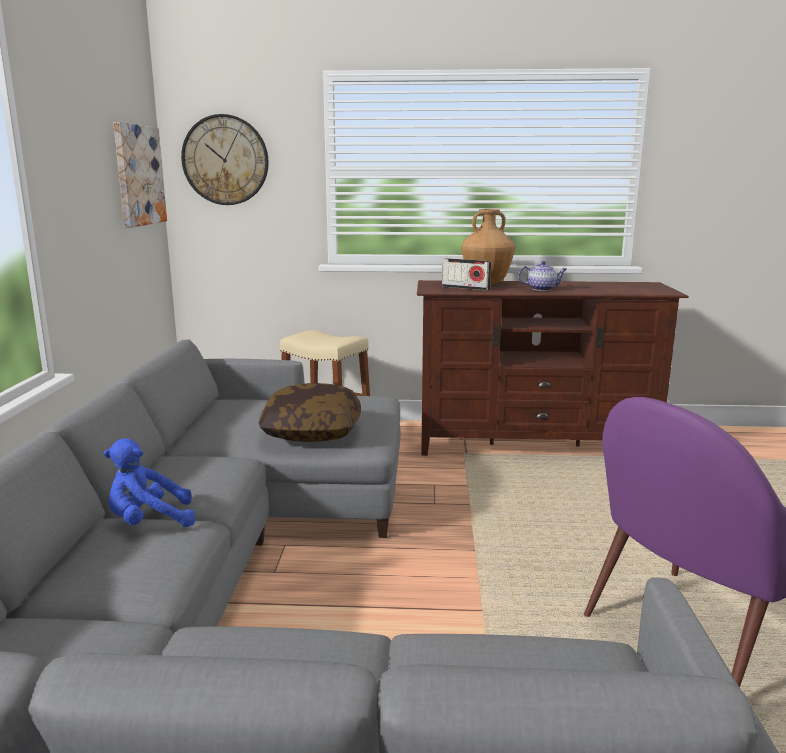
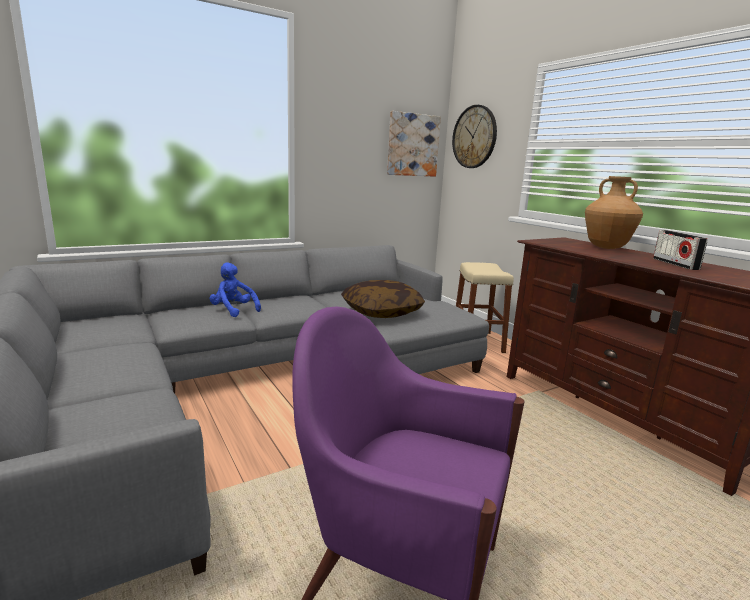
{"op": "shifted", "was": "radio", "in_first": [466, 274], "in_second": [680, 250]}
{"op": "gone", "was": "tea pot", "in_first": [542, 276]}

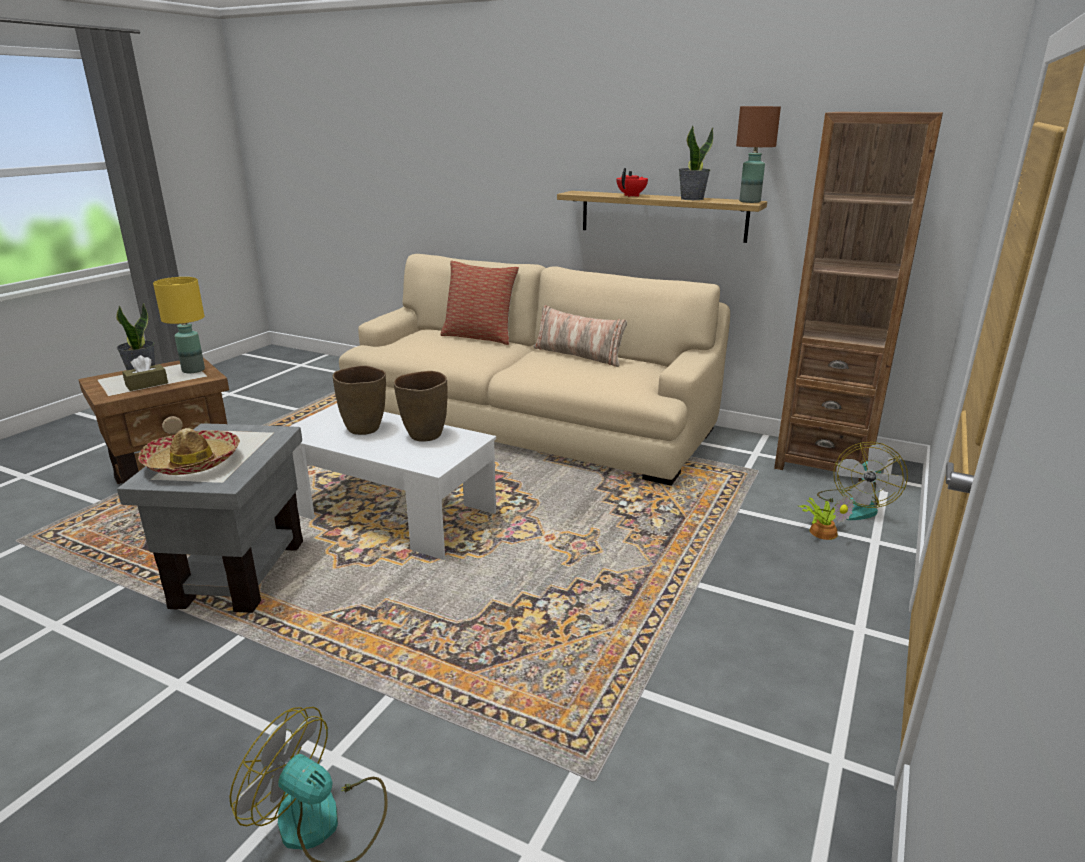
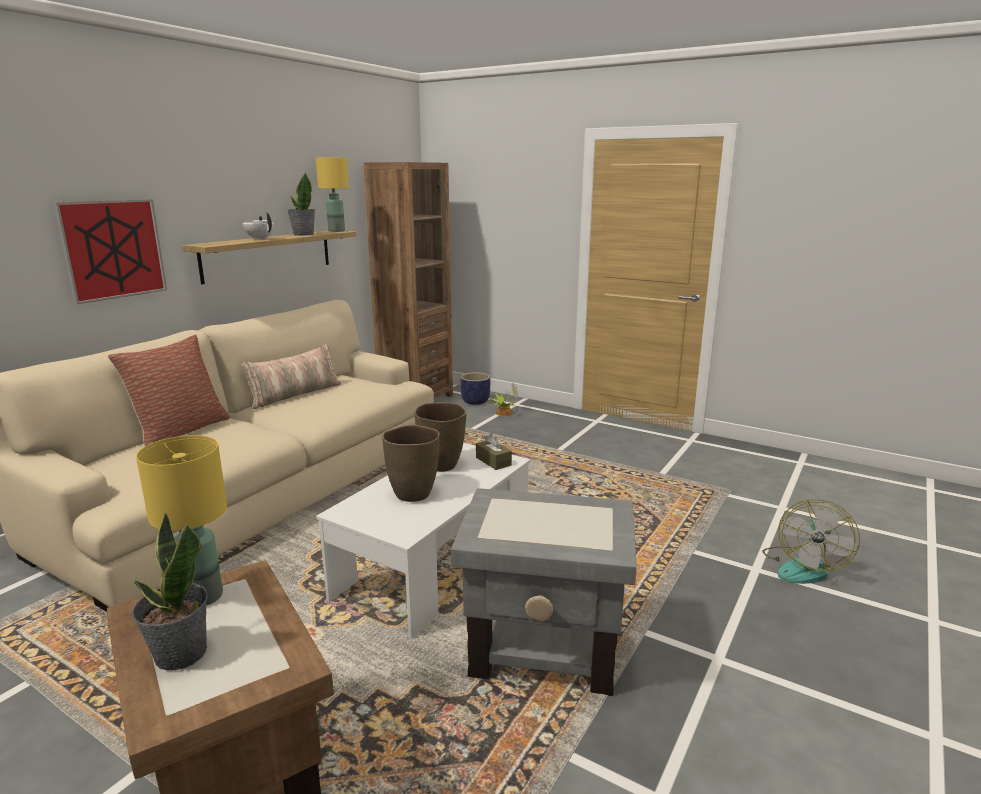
{"op": "shifted", "was": "brown-coloured box of tissues", "in_first": [145, 373], "in_second": [494, 451]}
{"op": "gone", "was": "clothing hat", "in_first": [189, 451]}
{"op": "repainted", "was": "red tea pot", "now": "white-coloured tea pot", "in_first": [632, 182], "in_second": [258, 226]}
{"op": "repainted", "was": "brown-coloured tabletop lamp", "now": "yellow tabletop lamp", "in_first": [758, 154], "in_second": [332, 195]}
{"op": "swapped", "was": "fan", "now": "plant pot", "in_first": [862, 481], "in_second": [475, 388]}
{"op": "new", "now": "picture", "in_second": [110, 251]}

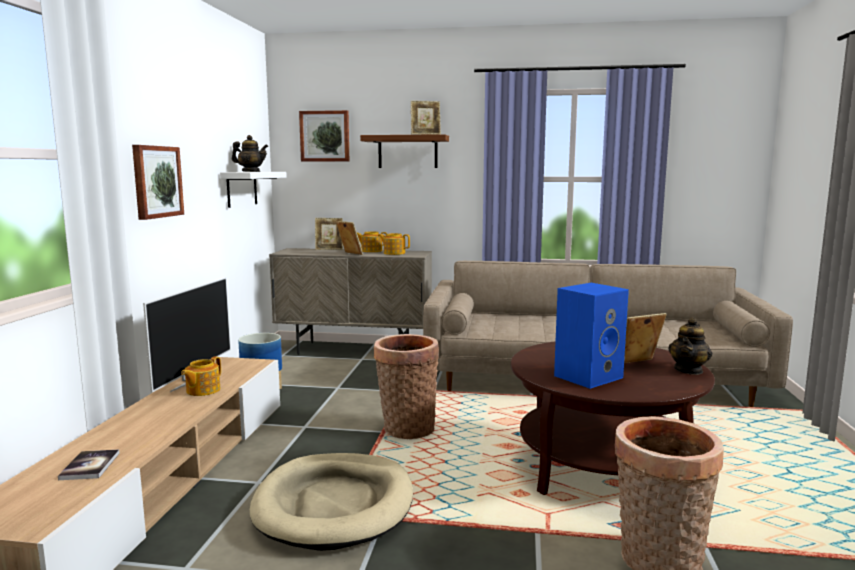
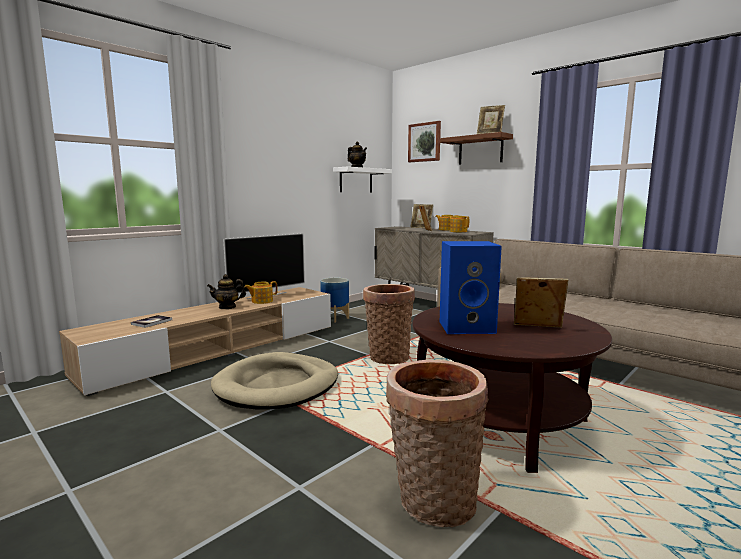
{"op": "gone", "was": "picture", "in_first": [158, 182]}
{"op": "shifted", "was": "tea pot", "in_first": [690, 346], "in_second": [226, 291]}

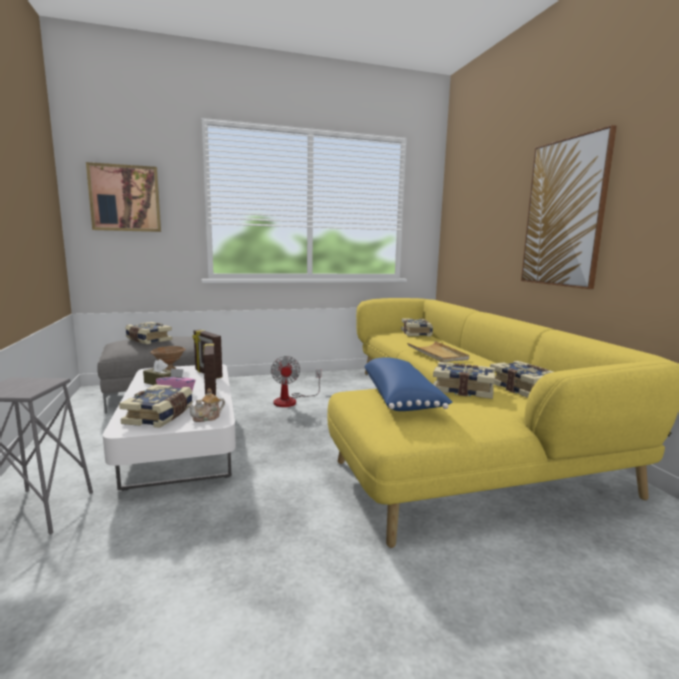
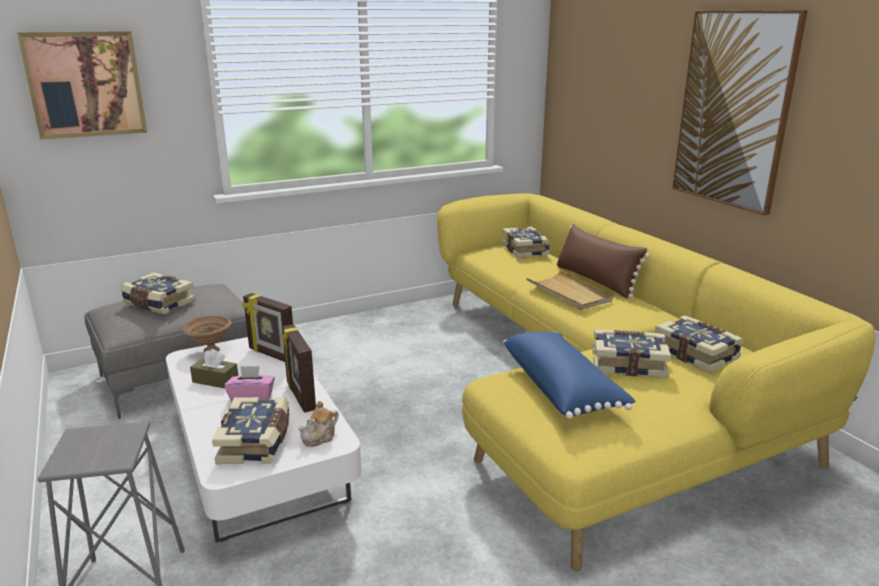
{"op": "gone", "was": "fan", "in_first": [296, 381]}
{"op": "new", "now": "brown-coloured cushion", "in_second": [603, 261]}

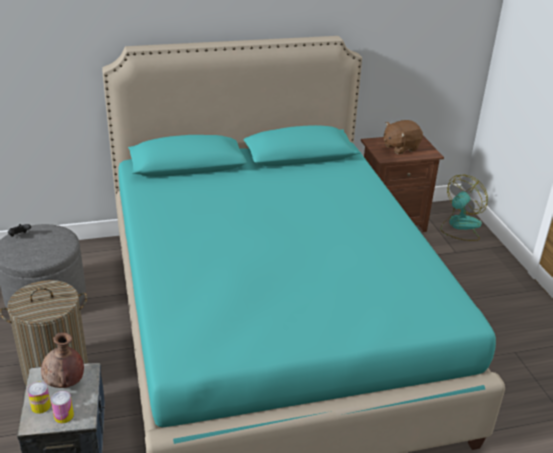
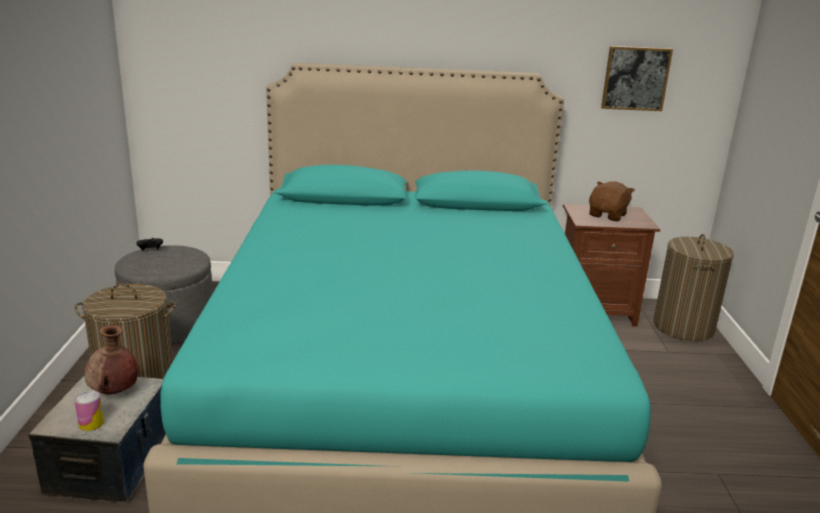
{"op": "gone", "was": "sealed can", "in_first": [39, 398]}
{"op": "rotated", "was": "brown-coloured plush toy", "in_first": [403, 137], "in_second": [612, 201], "clockwise": 135}
{"op": "swapped", "was": "fan", "now": "washing basket", "in_first": [464, 208], "in_second": [694, 287]}
{"op": "new", "now": "picture", "in_second": [637, 78]}

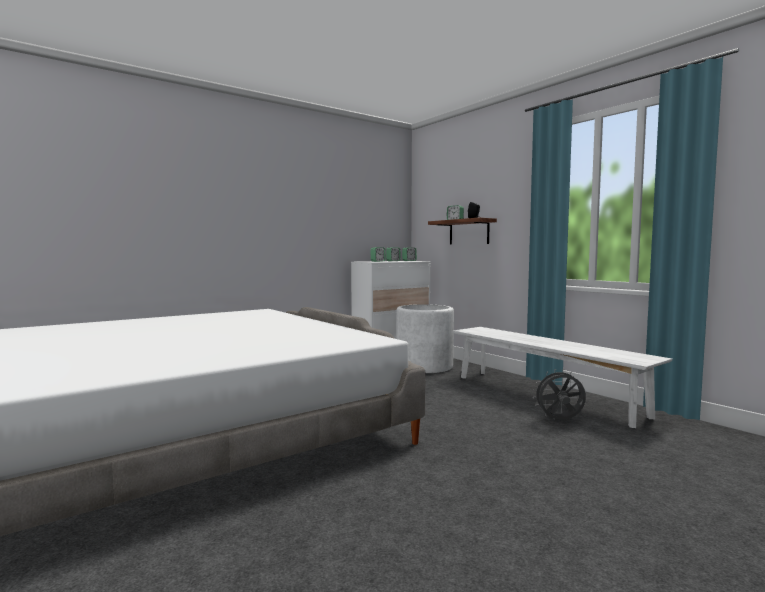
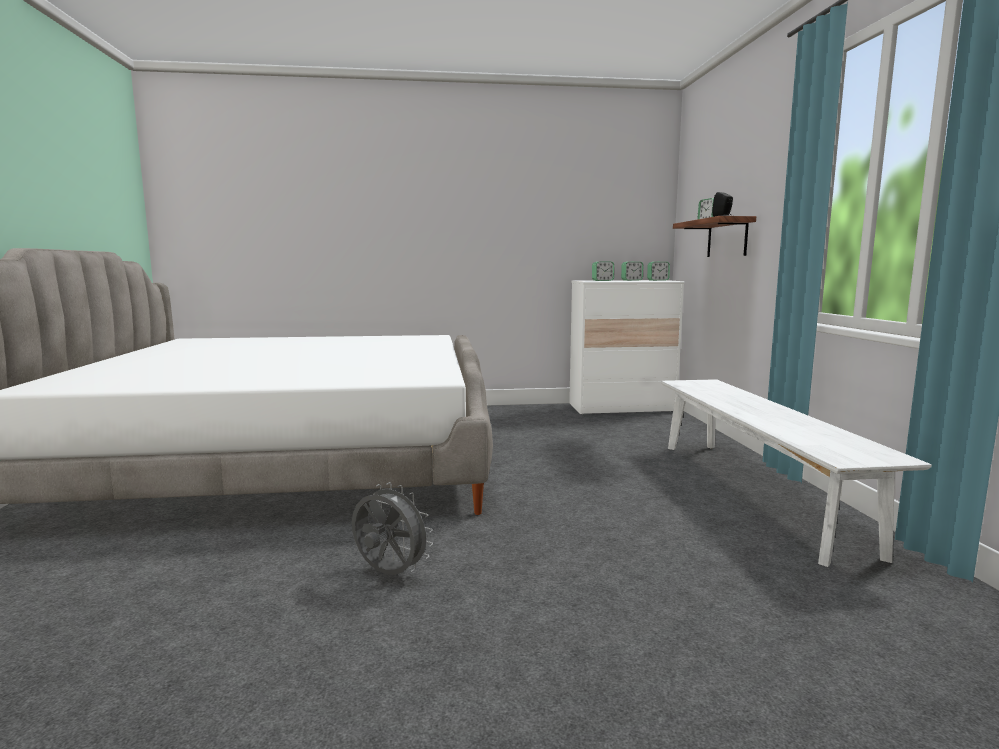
{"op": "gone", "was": "white-coloured plant pot", "in_first": [425, 338]}
{"op": "shifted", "was": "grey fan", "in_first": [559, 394], "in_second": [392, 528]}

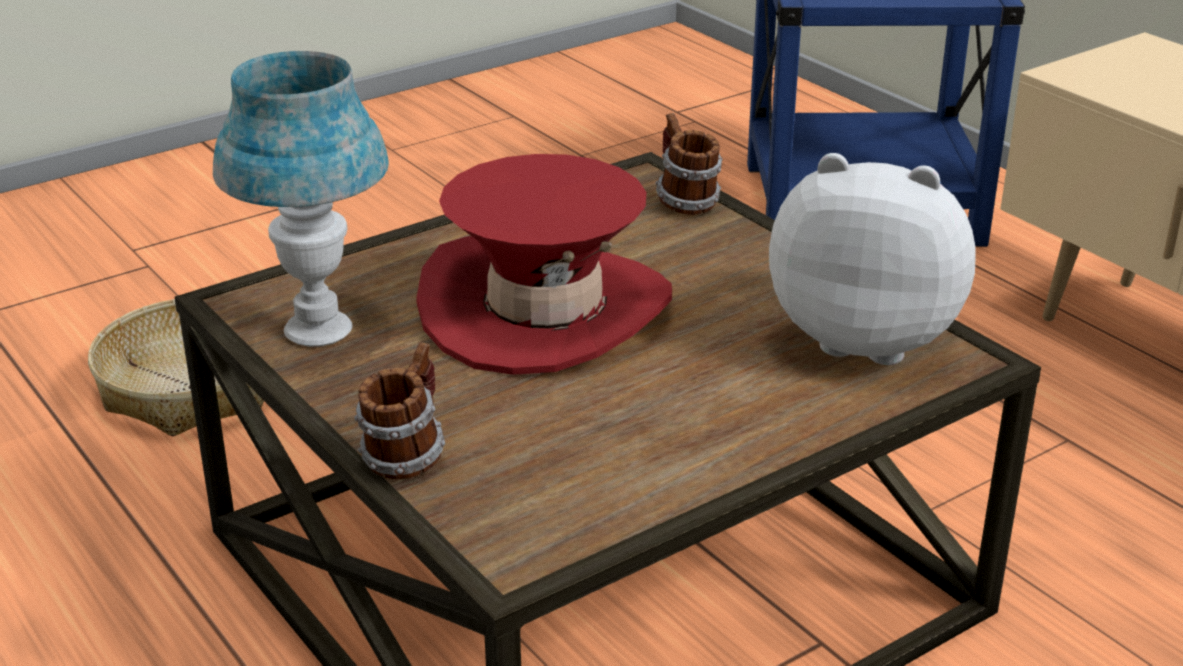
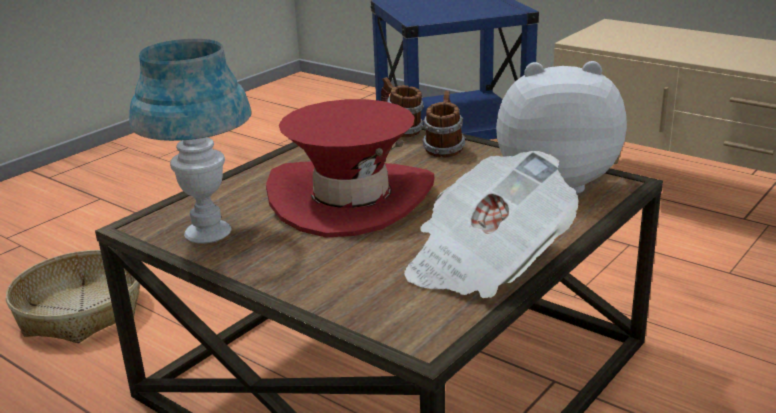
{"op": "shifted", "was": "coffee mug", "in_first": [399, 411], "in_second": [444, 124]}
{"op": "new", "now": "printed paper", "in_second": [491, 224]}

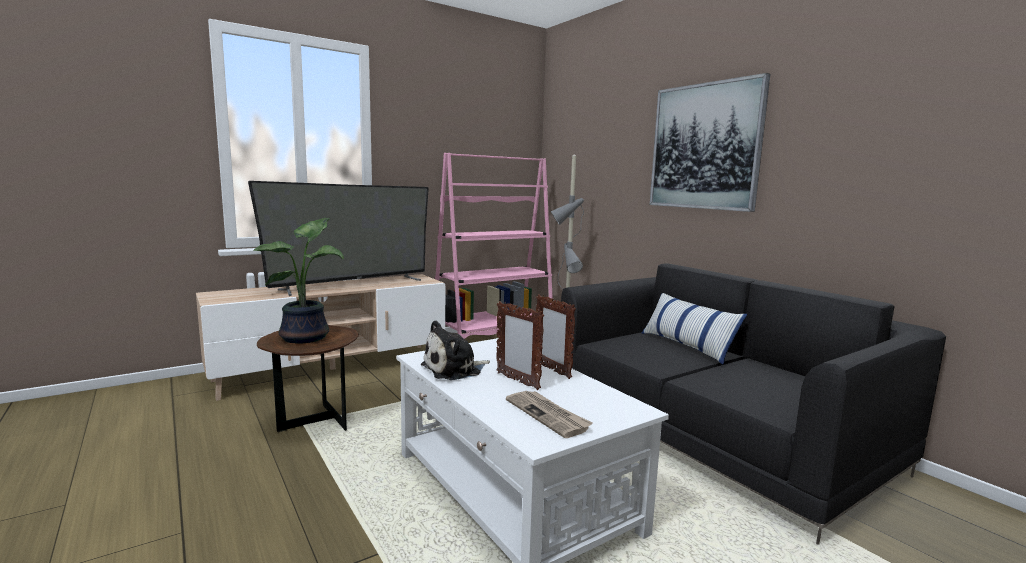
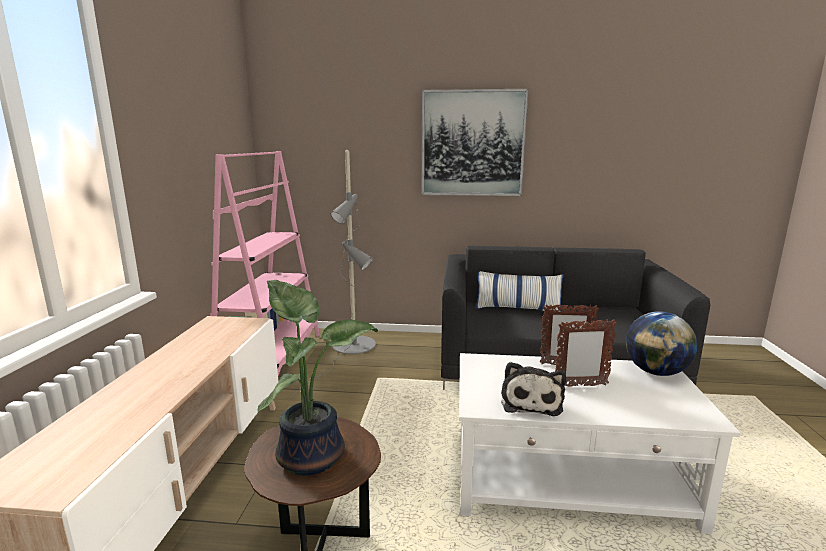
{"op": "gone", "was": "TV", "in_first": [338, 238]}
{"op": "gone", "was": "printed paper", "in_first": [549, 414]}
{"op": "new", "now": "world globe", "in_second": [662, 343]}

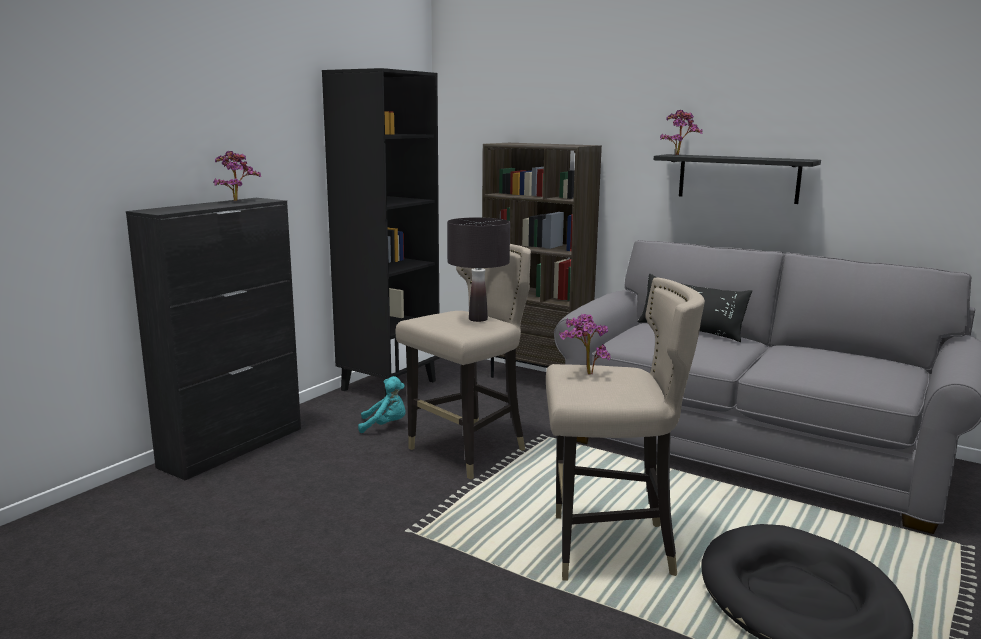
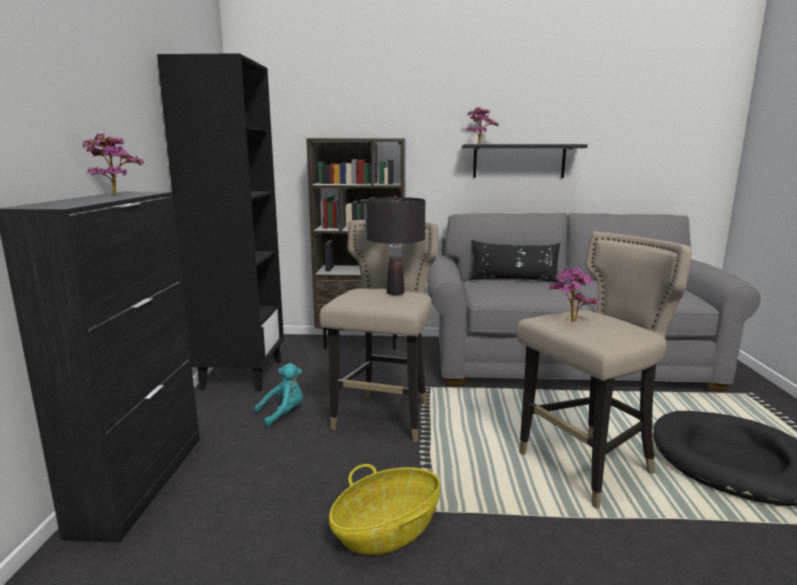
{"op": "new", "now": "household basket", "in_second": [384, 509]}

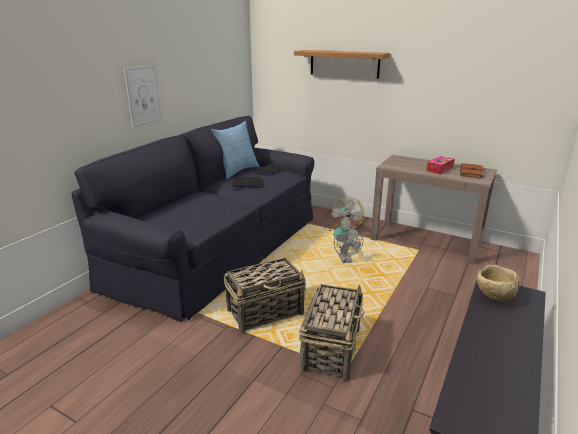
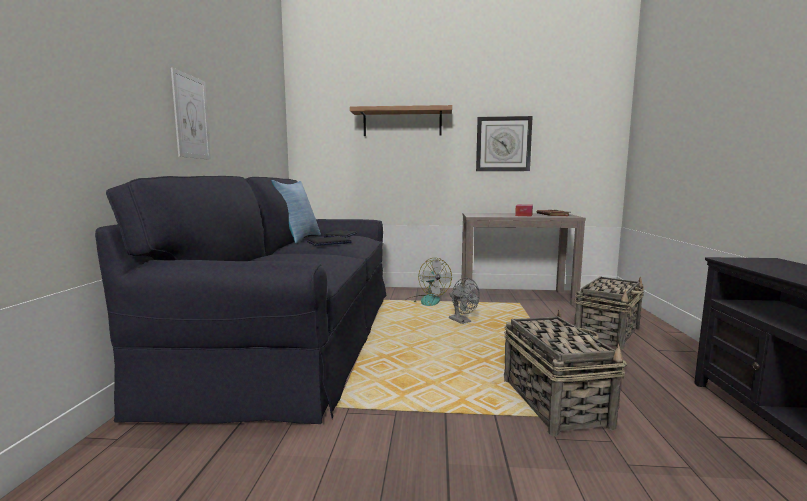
{"op": "shifted", "was": "household basket", "in_first": [264, 295], "in_second": [609, 313]}
{"op": "gone", "was": "beige-coloured bowl", "in_first": [498, 283]}
{"op": "new", "now": "wall clock", "in_second": [504, 143]}

